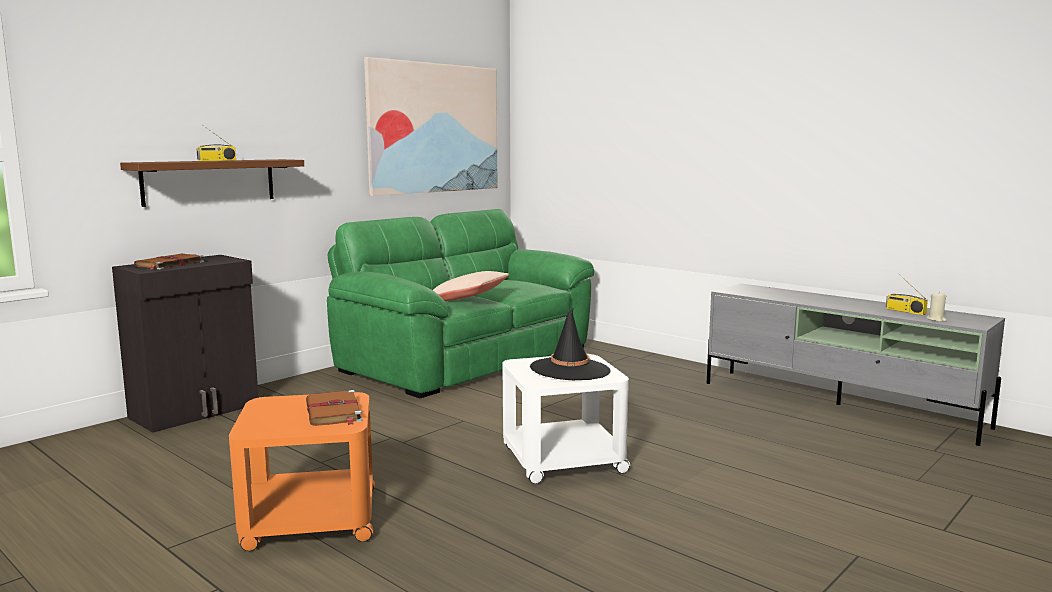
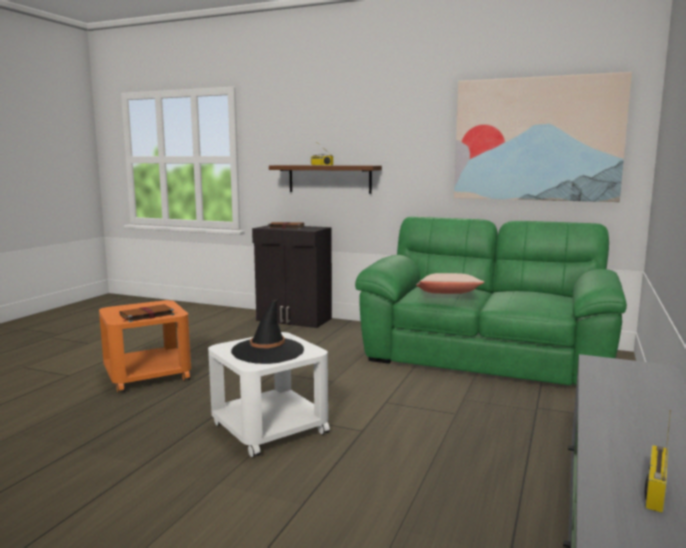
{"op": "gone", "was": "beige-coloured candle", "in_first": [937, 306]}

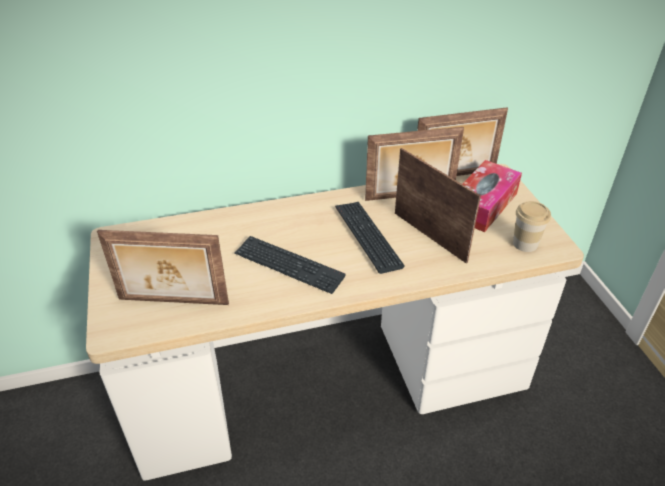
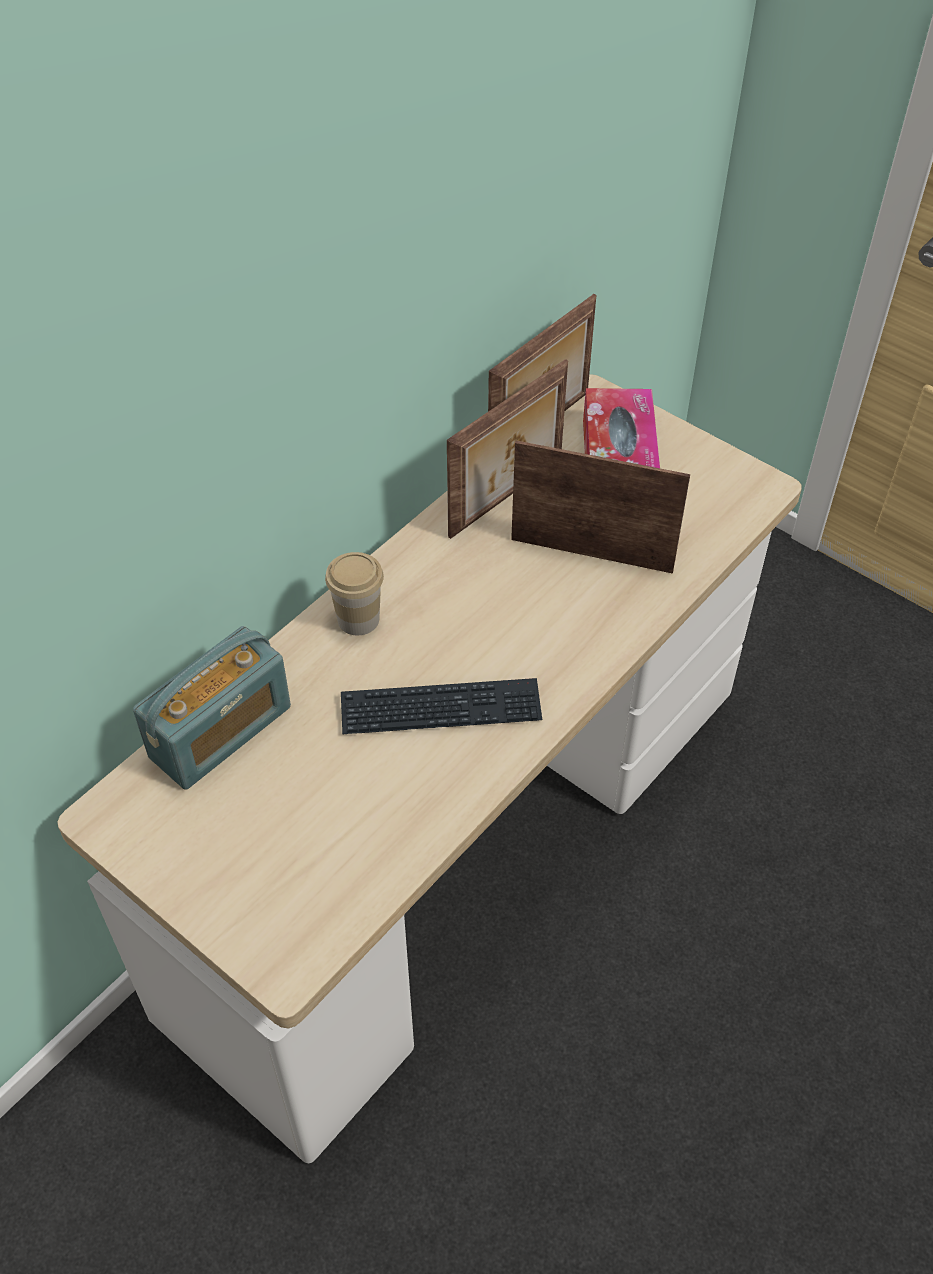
{"op": "gone", "was": "photo frame", "in_first": [163, 267]}
{"op": "gone", "was": "PC keyboard", "in_first": [370, 238]}
{"op": "shifted", "was": "drinking cup", "in_first": [532, 226], "in_second": [354, 593]}
{"op": "new", "now": "radio", "in_second": [212, 707]}

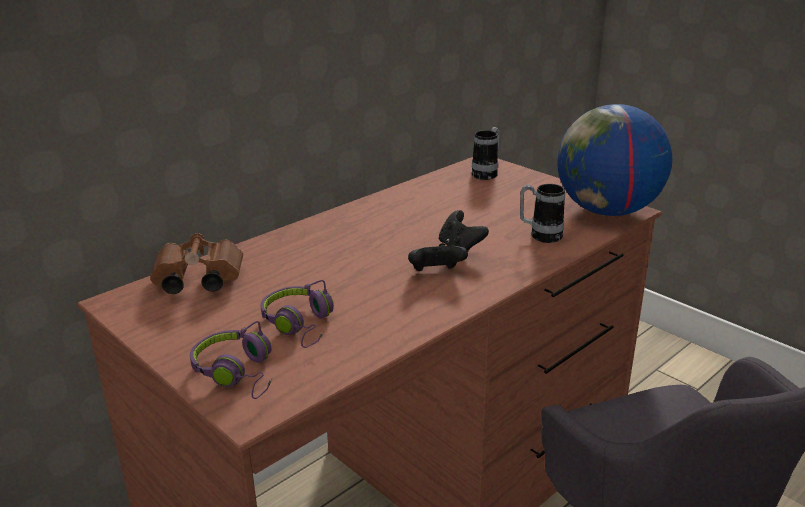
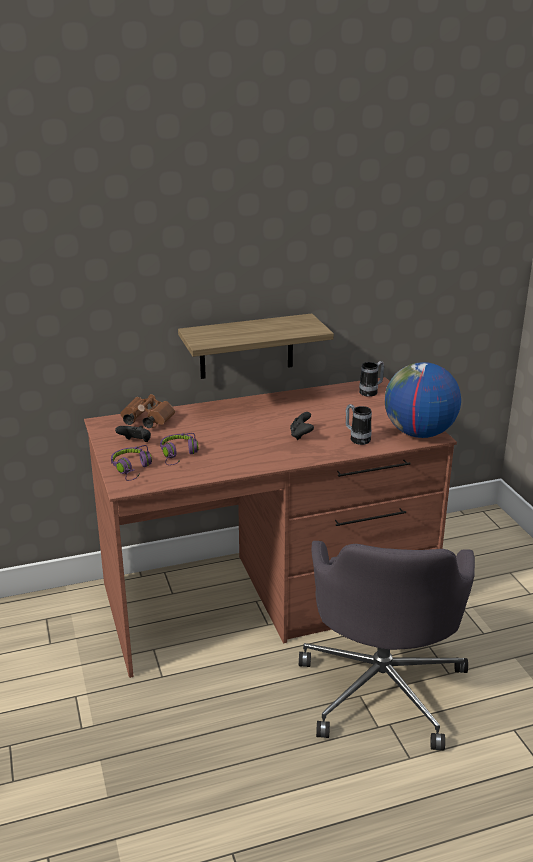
{"op": "shifted", "was": "black gamepad", "in_first": [438, 257], "in_second": [133, 434]}
{"op": "new", "now": "wall shelf", "in_second": [256, 346]}

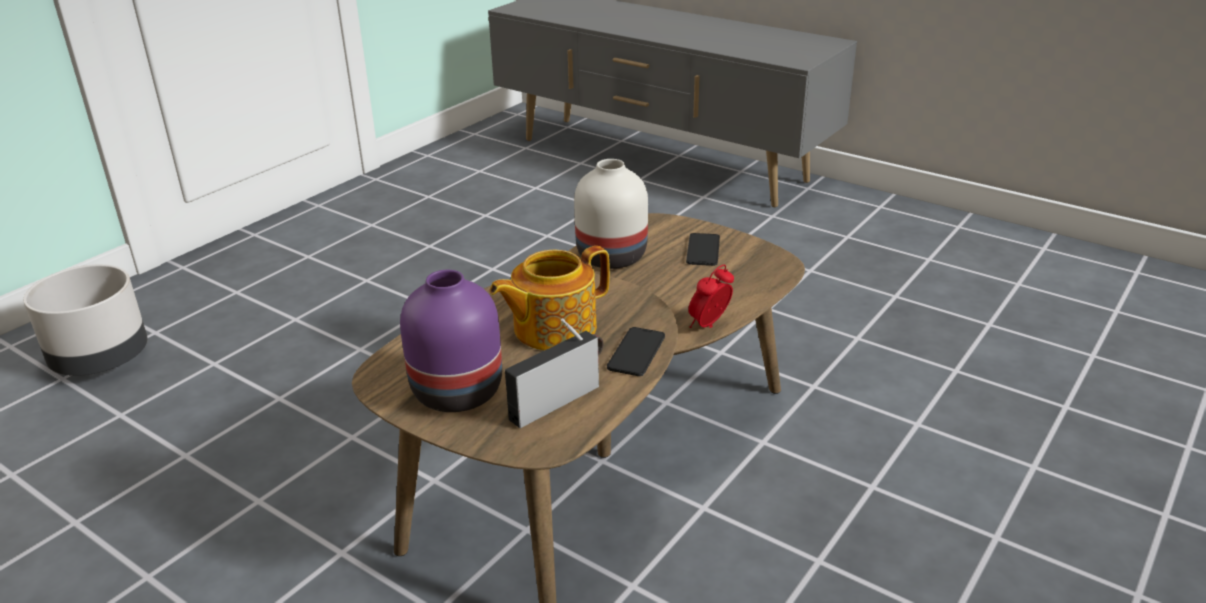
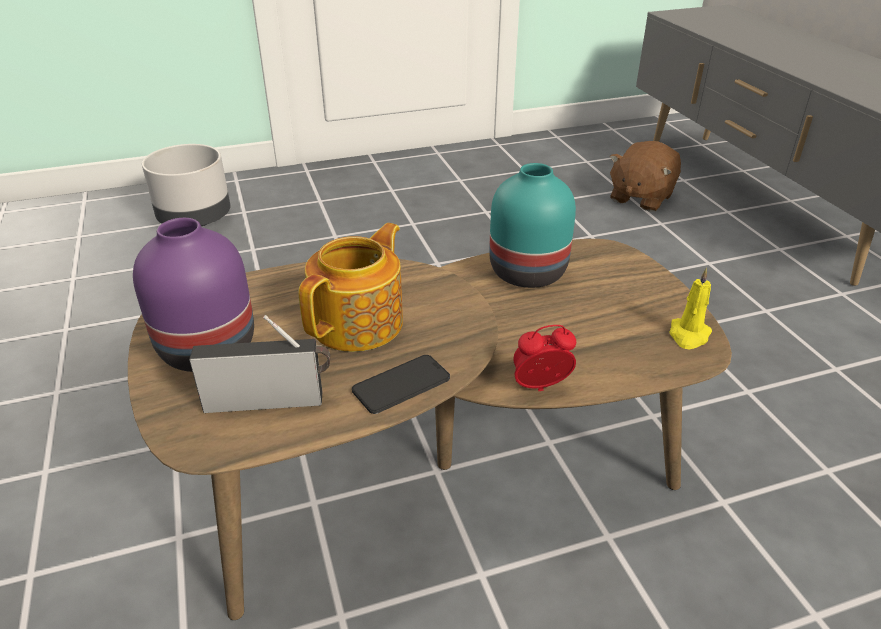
{"op": "rotated", "was": "tea pot", "in_first": [550, 298], "in_second": [351, 287], "clockwise": 120}
{"op": "repainted", "was": "white-coloured decorative vase", "now": "blue-green decorative vase", "in_first": [611, 214], "in_second": [532, 225]}
{"op": "gone", "was": "handset", "in_first": [703, 249]}
{"op": "new", "now": "brown-coloured plush toy", "in_second": [645, 176]}
{"op": "new", "now": "yellow candle", "in_second": [690, 308]}

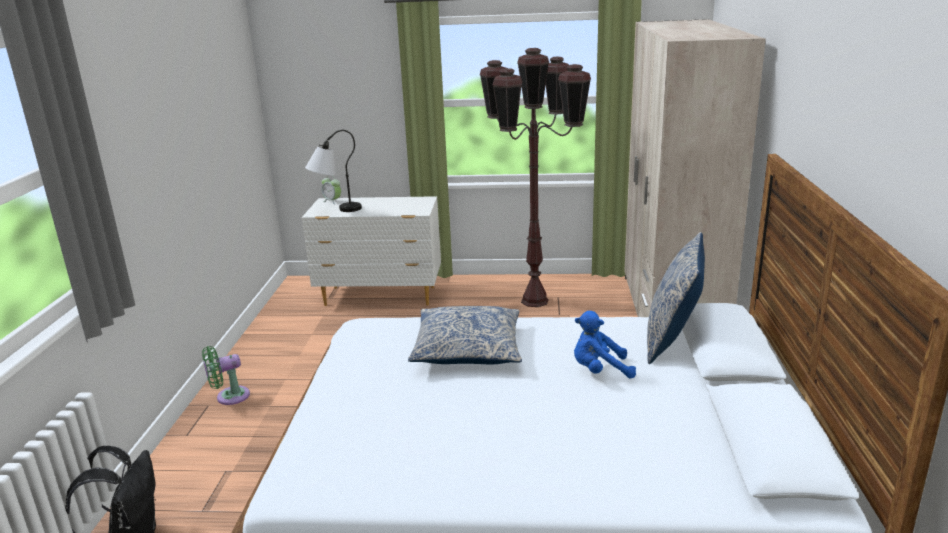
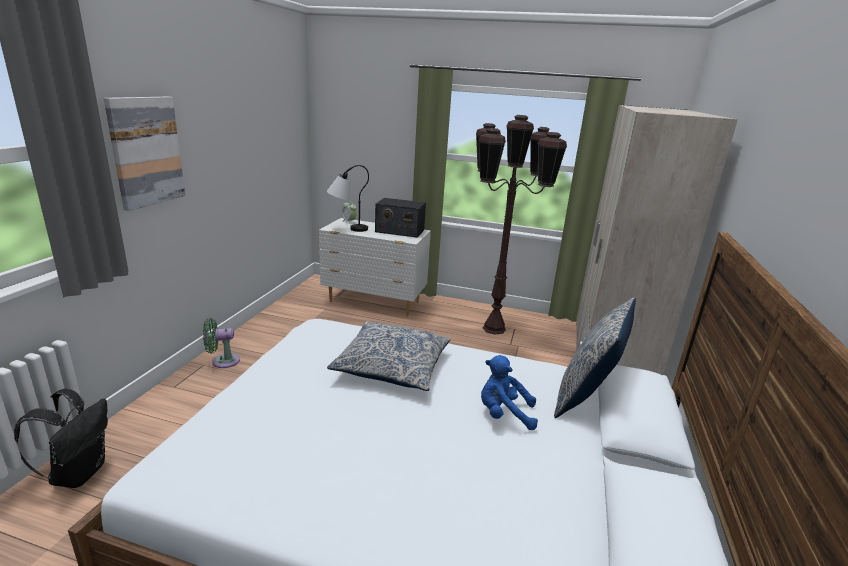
{"op": "new", "now": "picture", "in_second": [144, 154]}
{"op": "new", "now": "radio", "in_second": [400, 218]}

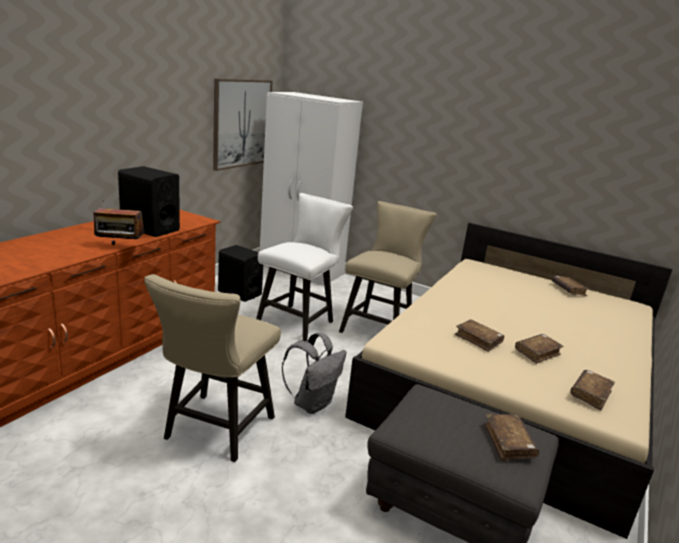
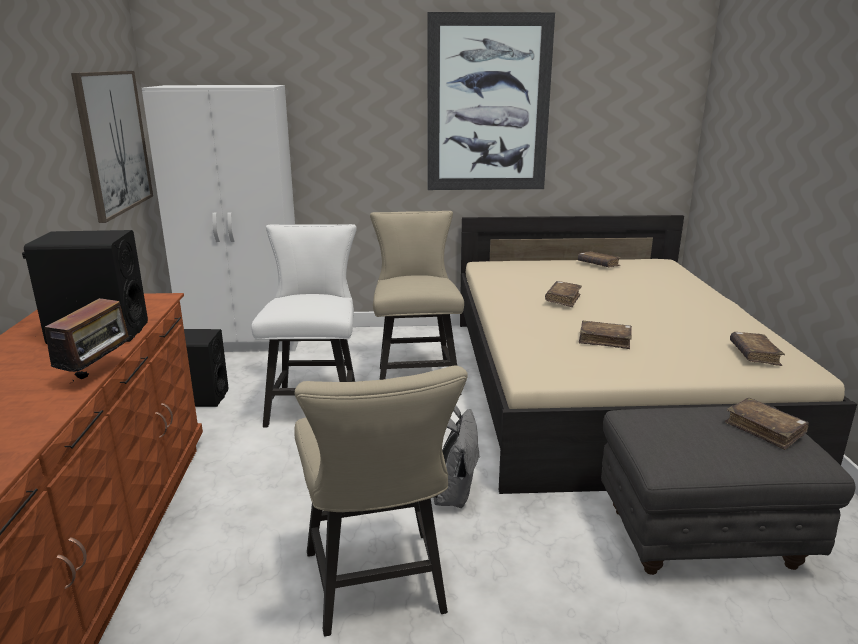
{"op": "rotated", "was": "radio", "in_first": [119, 226], "in_second": [88, 342], "clockwise": -45}
{"op": "shifted", "was": "brown-coloured volume", "in_first": [539, 349], "in_second": [563, 294]}
{"op": "new", "now": "picture", "in_second": [491, 101]}

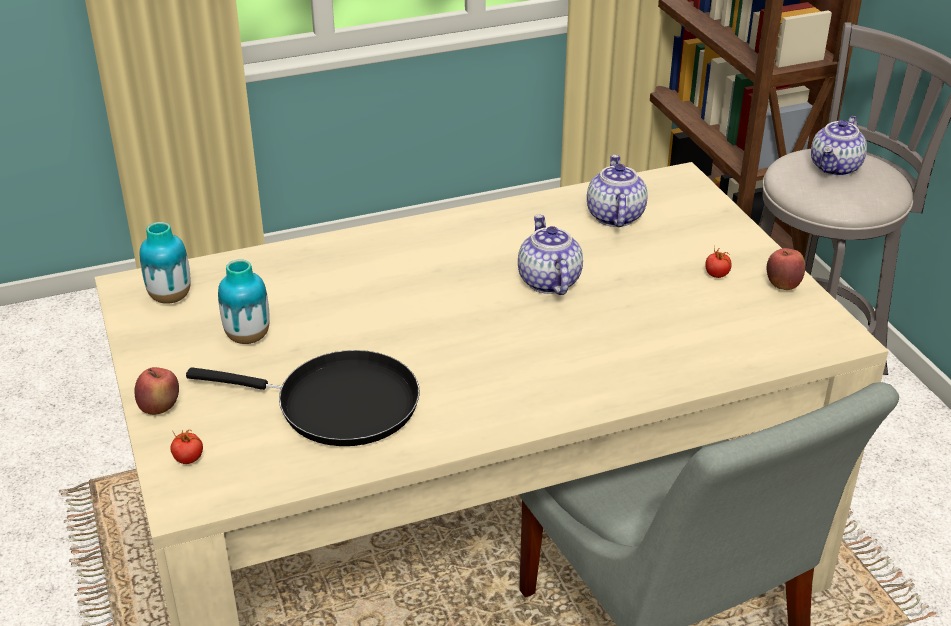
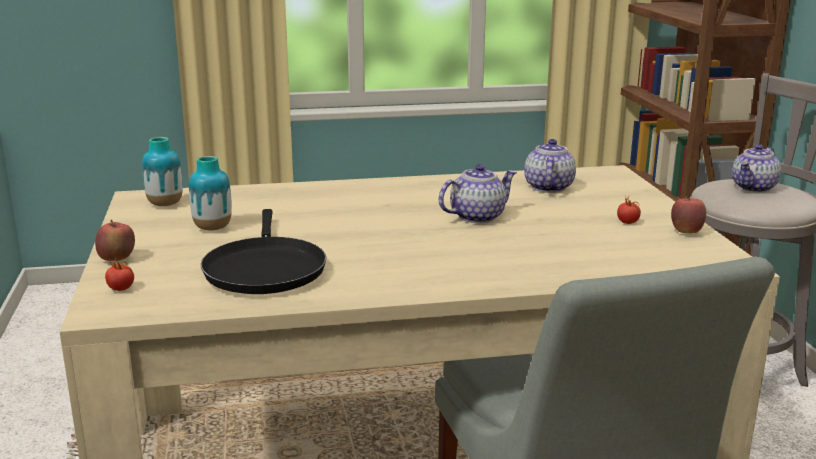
{"op": "rotated", "was": "black pan", "in_first": [302, 398], "in_second": [263, 251], "clockwise": 60}
{"op": "rotated", "was": "tea pot", "in_first": [550, 255], "in_second": [478, 193], "clockwise": 60}

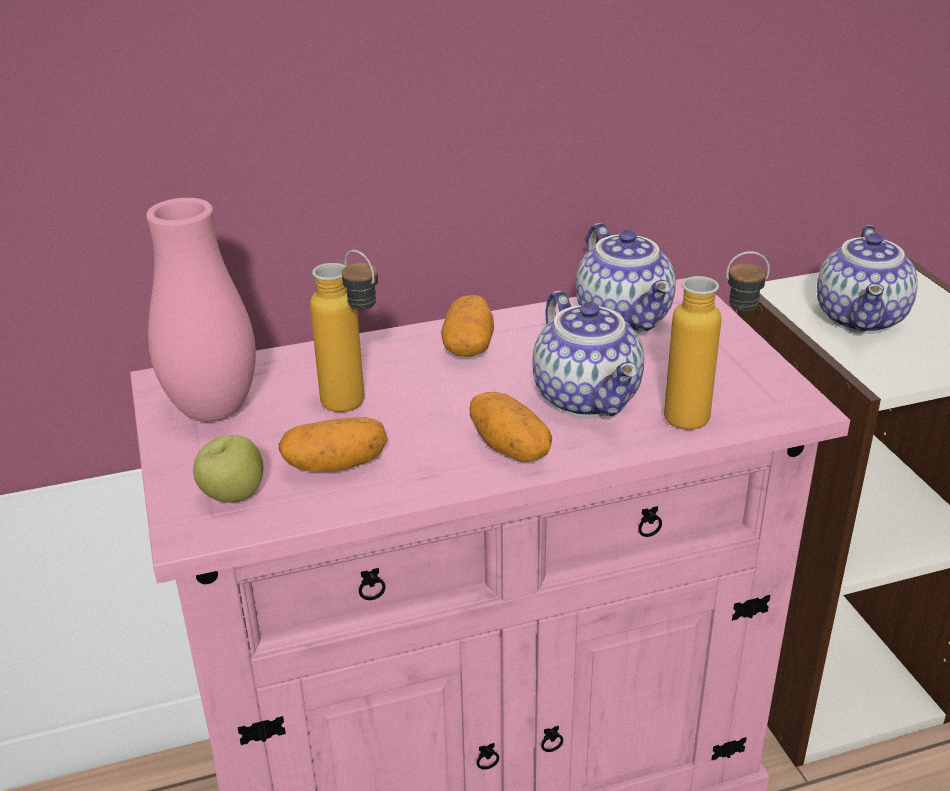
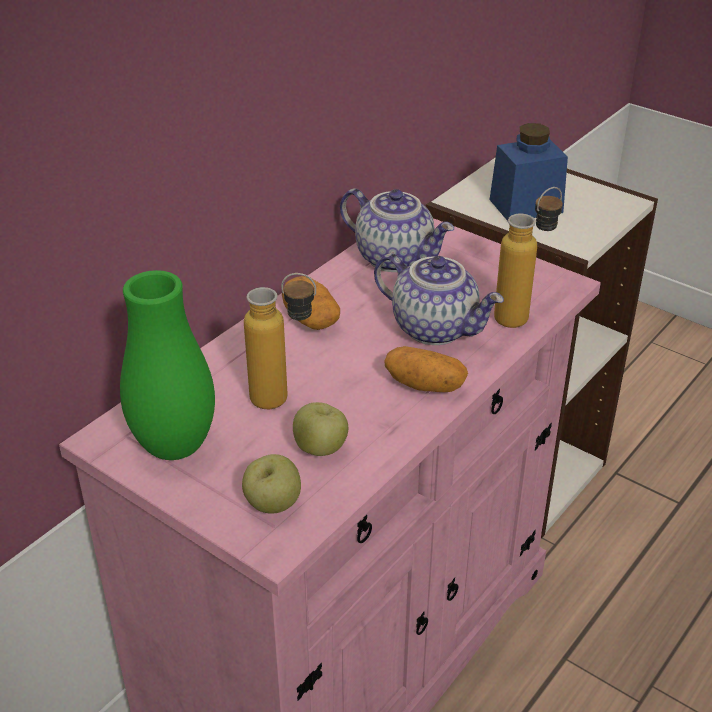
{"op": "repainted", "was": "pinkish decorative vase", "now": "greenish decorative vase", "in_first": [201, 310], "in_second": [167, 365]}
{"op": "swapped", "was": "spud", "now": "apple fruit", "in_first": [333, 444], "in_second": [320, 429]}
{"op": "swapped", "was": "tea pot", "now": "bluish preserve jar", "in_first": [867, 279], "in_second": [529, 172]}

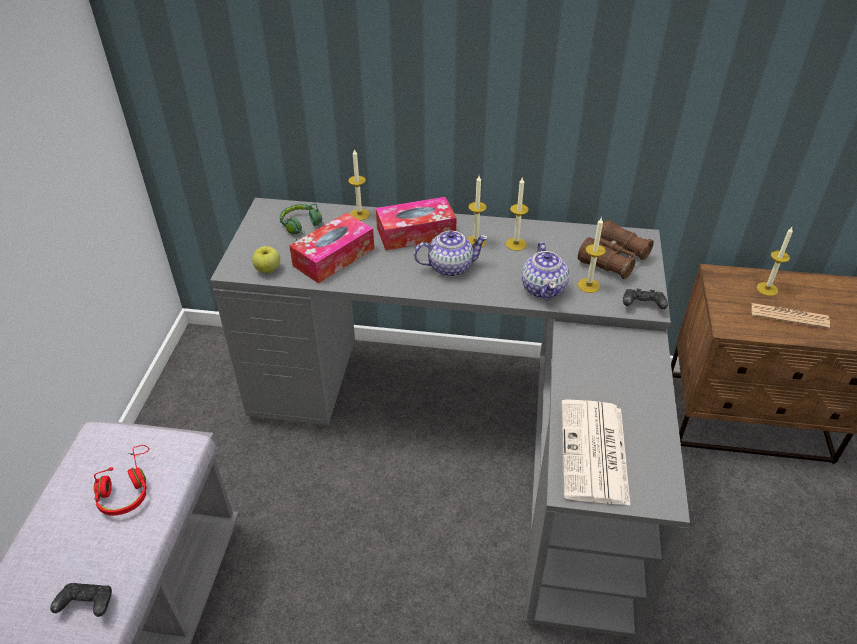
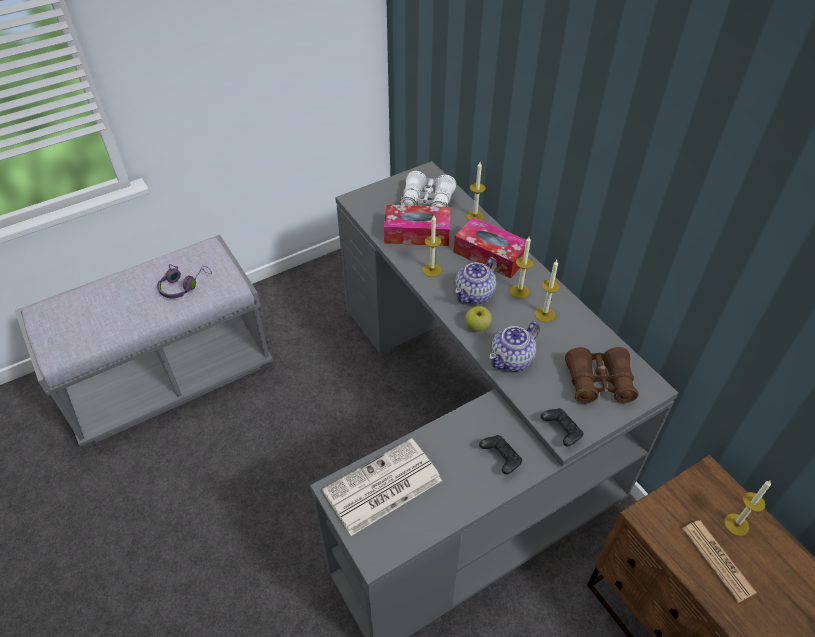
{"op": "shifted", "was": "black gamepad", "in_first": [81, 600], "in_second": [500, 455]}
{"op": "repainted", "was": "red headphones", "now": "purplish headphones", "in_first": [121, 480], "in_second": [184, 281]}
{"op": "shifted", "was": "apple fruit", "in_first": [266, 259], "in_second": [478, 319]}
{"op": "swapped", "was": "greenish headphones", "now": "white-coloured pair of binoculars", "in_first": [301, 222], "in_second": [428, 189]}
{"op": "rotated", "was": "tea pot", "in_first": [451, 254], "in_second": [475, 280], "clockwise": 90}
{"op": "shifted", "was": "candle", "in_first": [592, 255], "in_second": [431, 246]}

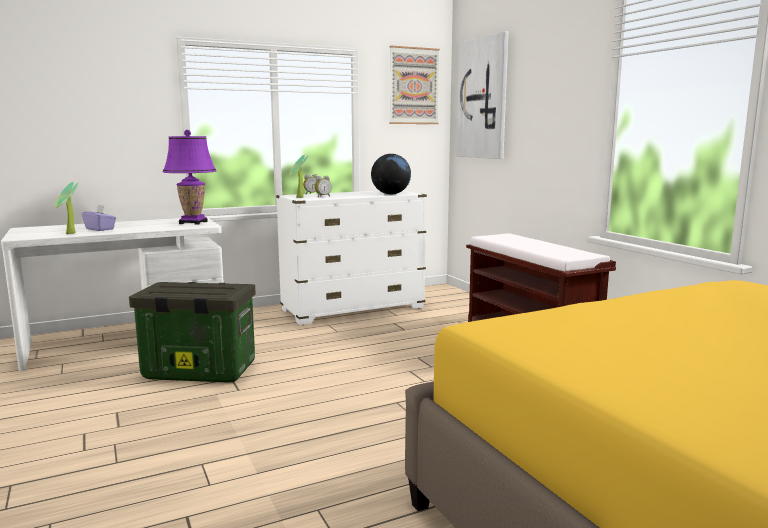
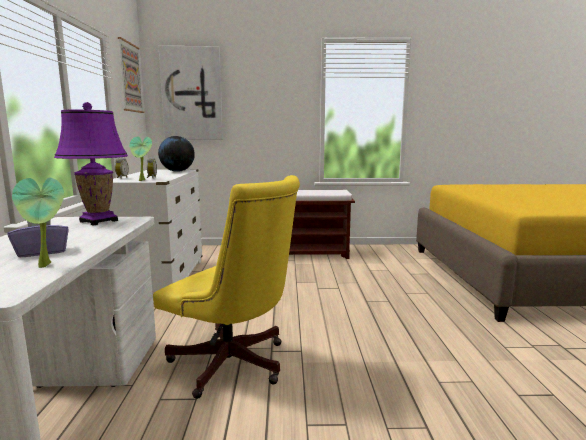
{"op": "swapped", "was": "storage container", "now": "yellow computer chair", "in_first": [192, 332], "in_second": [226, 287]}

